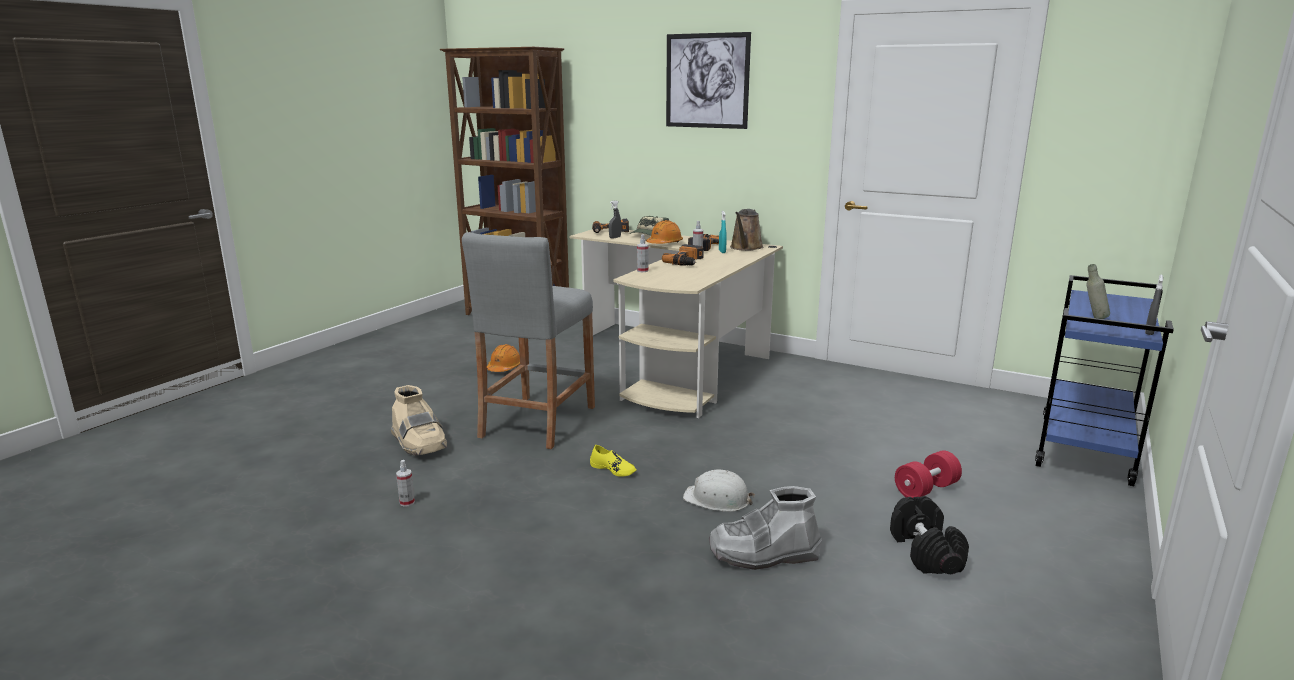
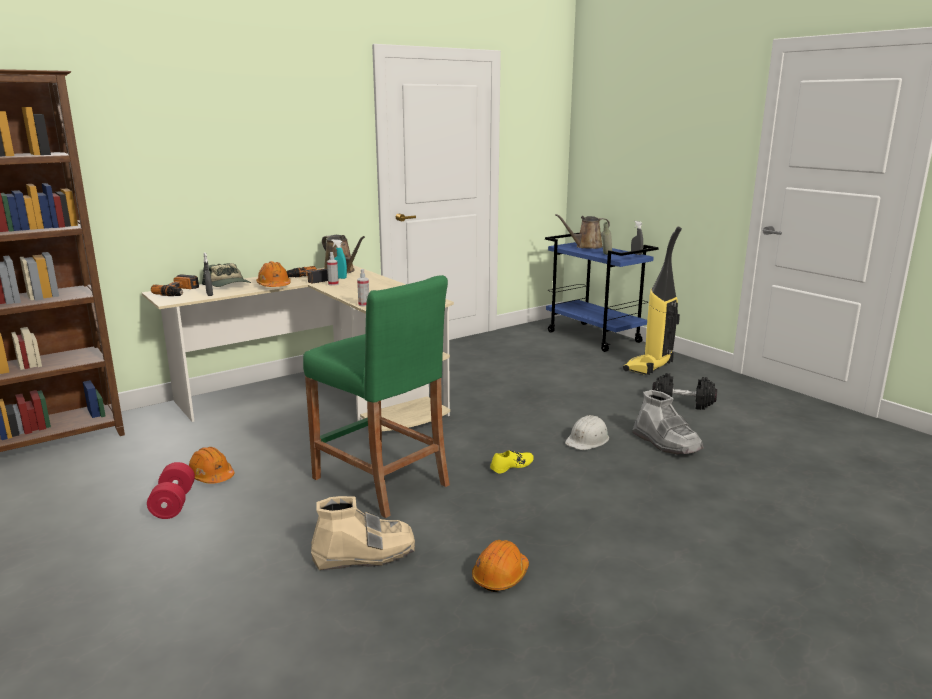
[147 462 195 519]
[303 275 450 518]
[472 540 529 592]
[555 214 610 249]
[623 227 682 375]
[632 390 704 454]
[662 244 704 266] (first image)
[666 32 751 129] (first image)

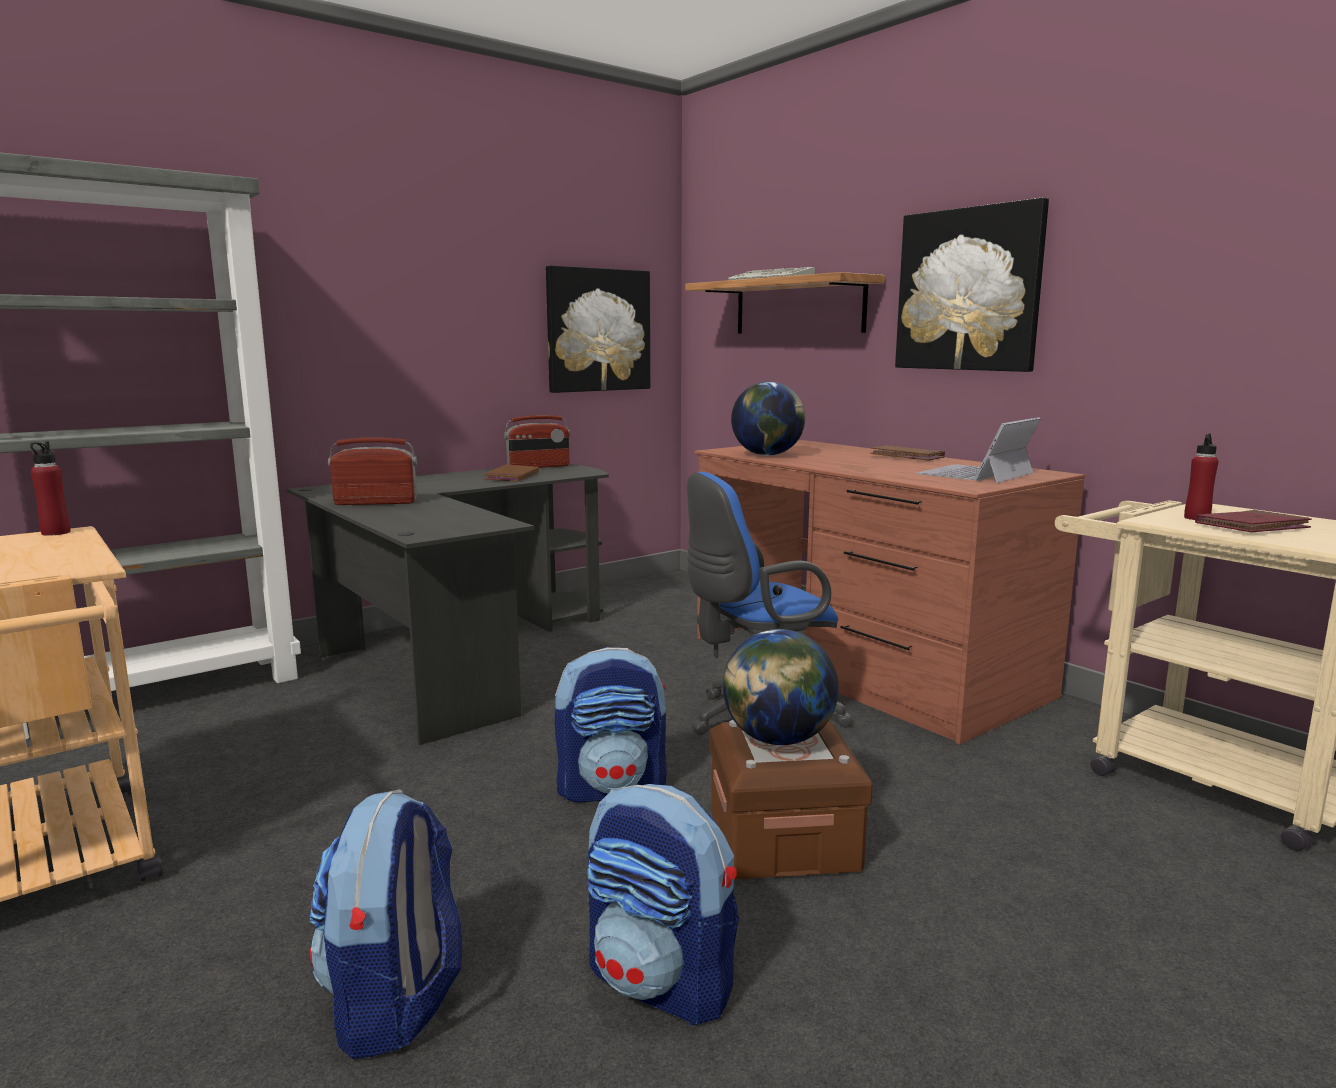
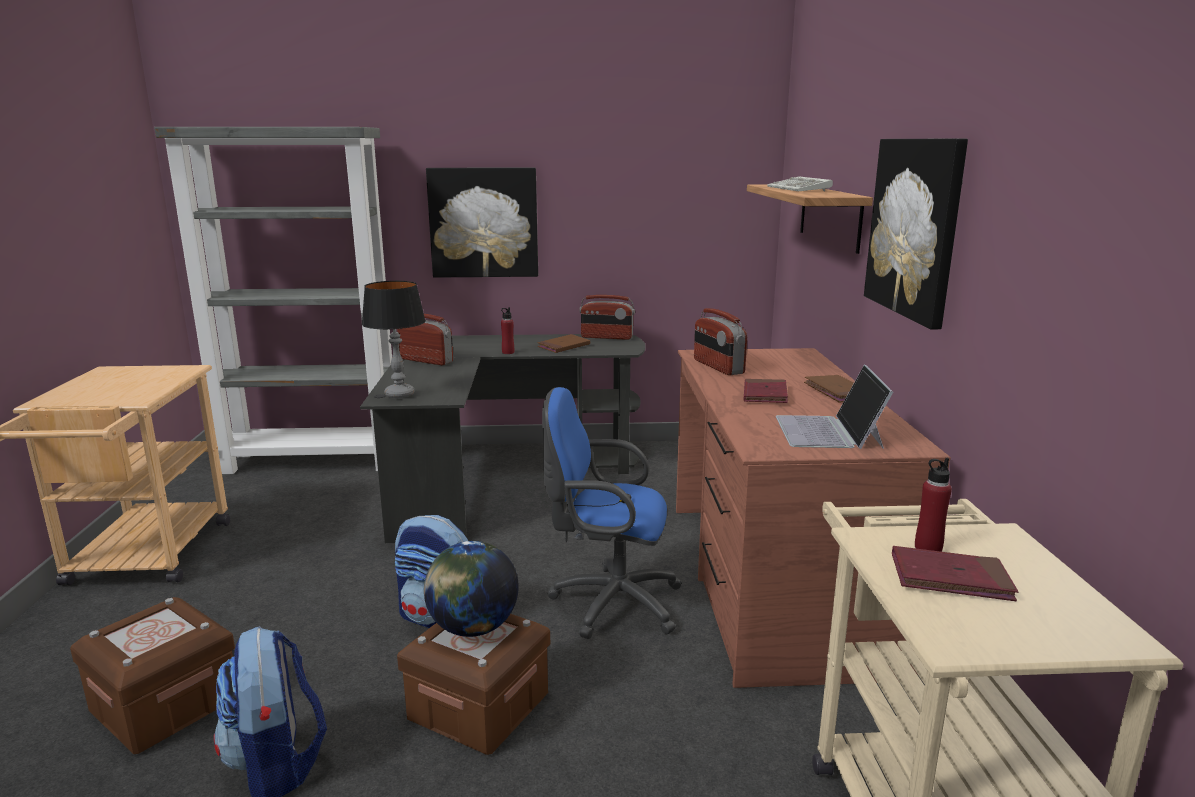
[70 597 235 754]
[362 281 426 398]
[426 168 538 278]
[501 307 514 354]
[694 308 747 375]
[744 379 788 403]
[776 364 893 449]

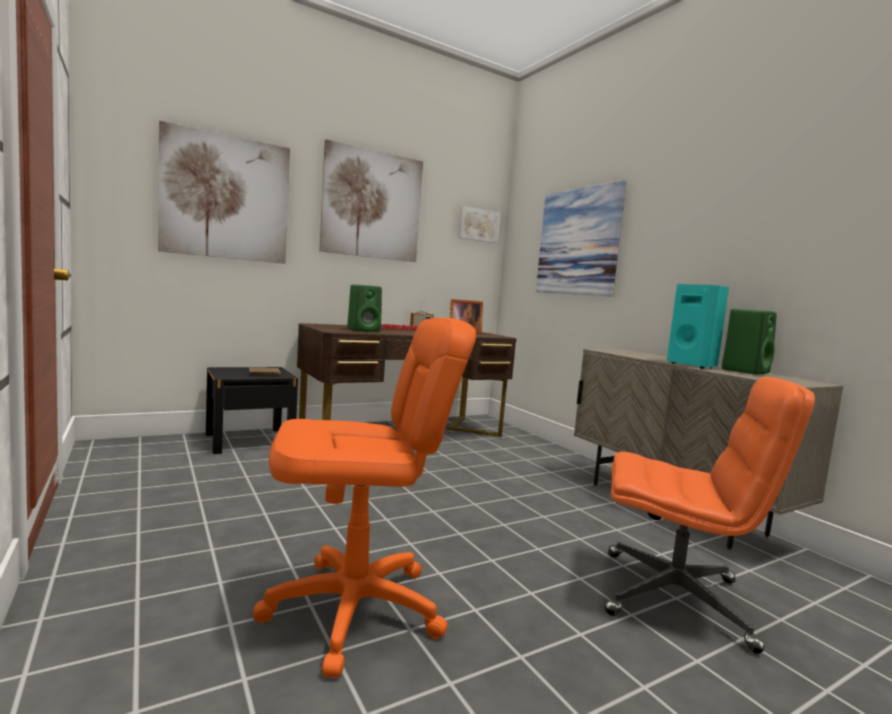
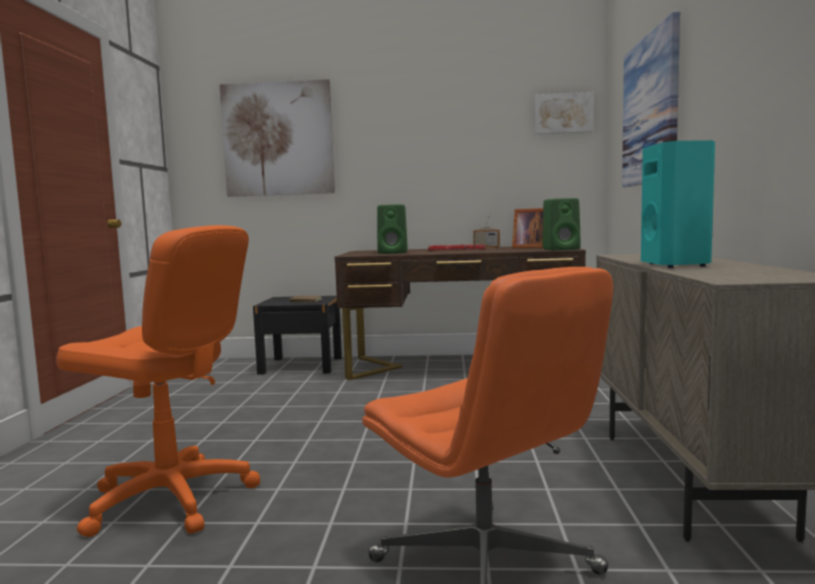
[542 198 581 250]
[319 139 423 262] (first image)

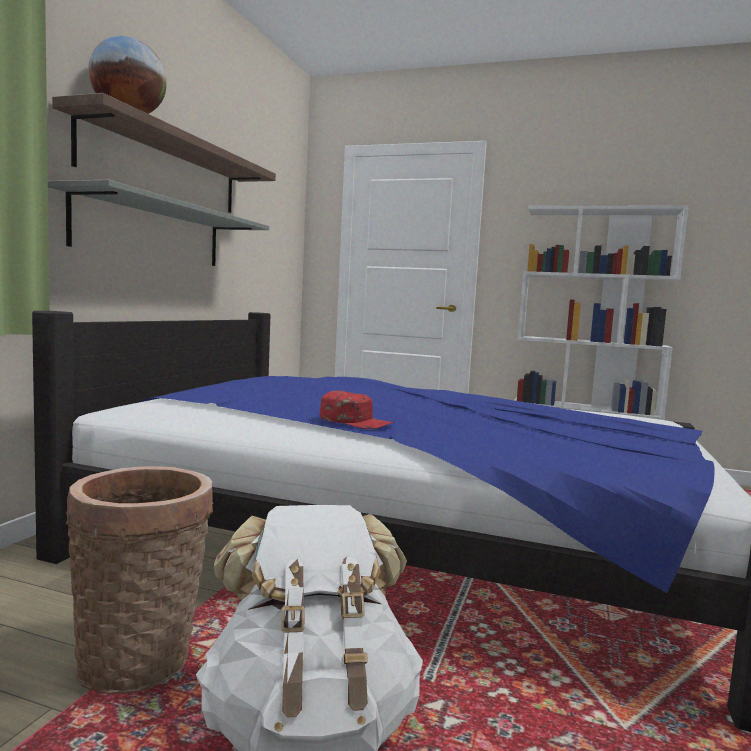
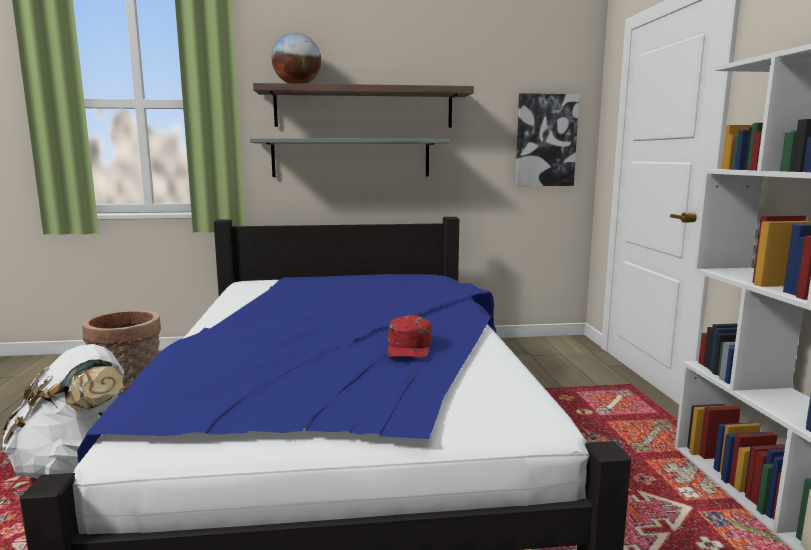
[387 315 432 358]
[515 93 579 186]

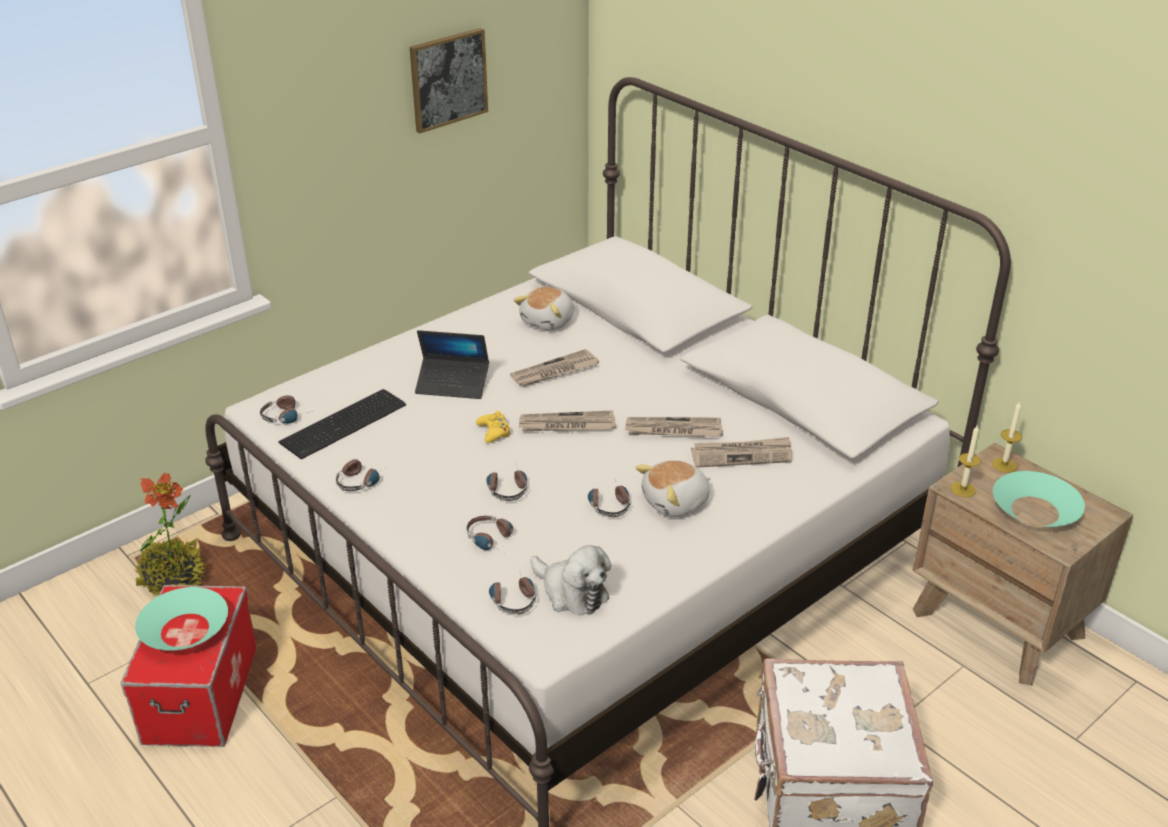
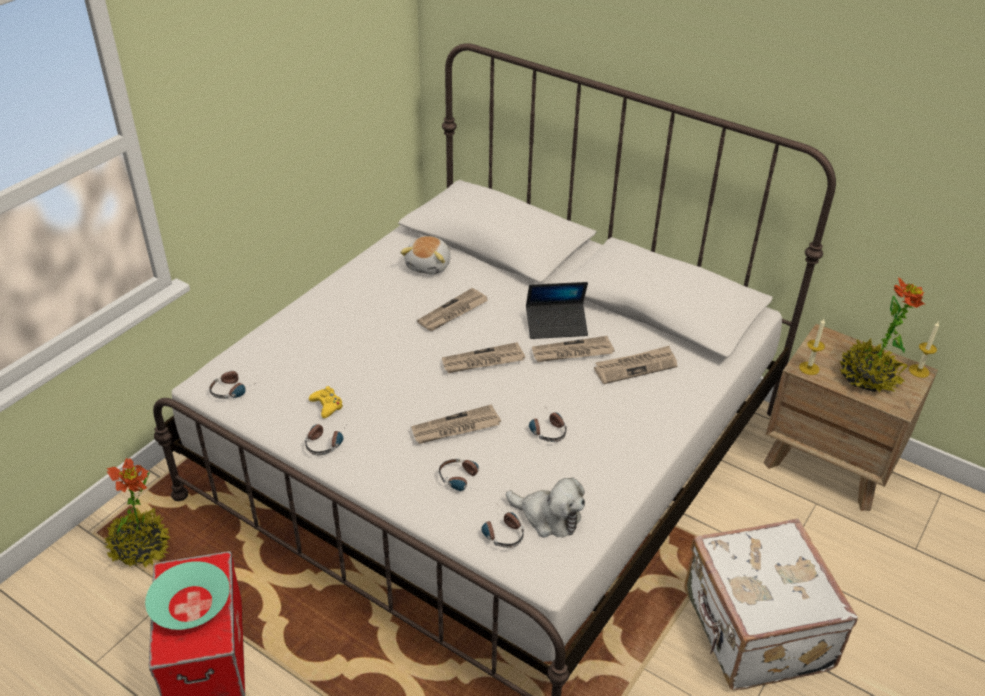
[309 386 343 418]
[411 404 501 444]
[526 282 588 339]
[839 277 925 392]
[909 322 939 378]
[278 389 406 460] (first image)
[410 28 488 133] (first image)
[635 460 711 517] (first image)

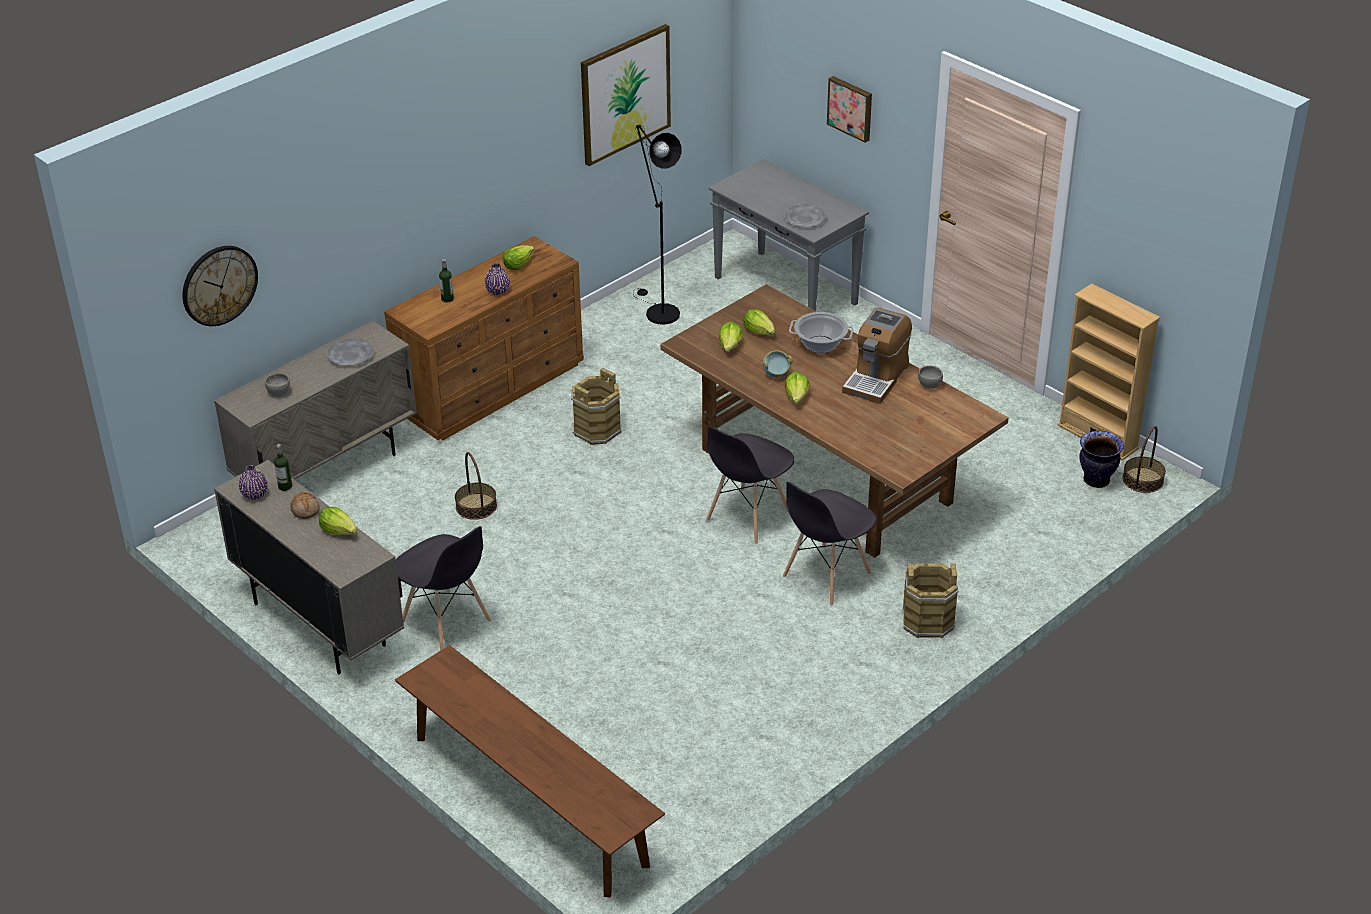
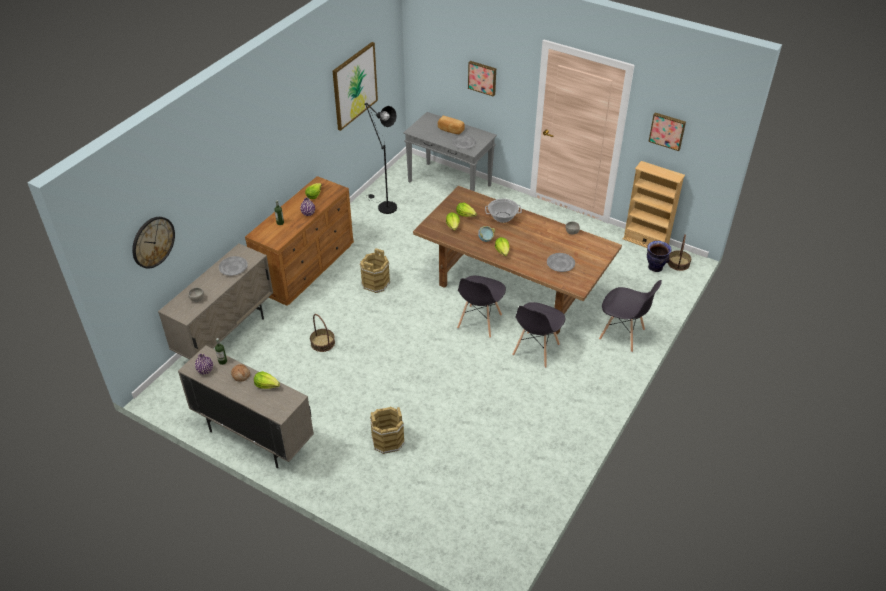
[370 406 405 454]
[438 116 465 134]
[547 253 575 272]
[599 280 662 352]
[648 113 686 151]
[395 645 665 897] (first image)
[842 307 912 404] (first image)

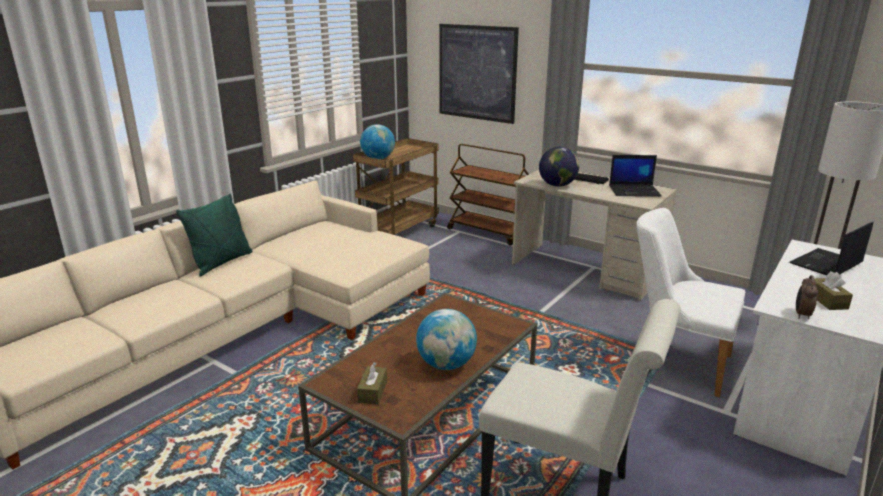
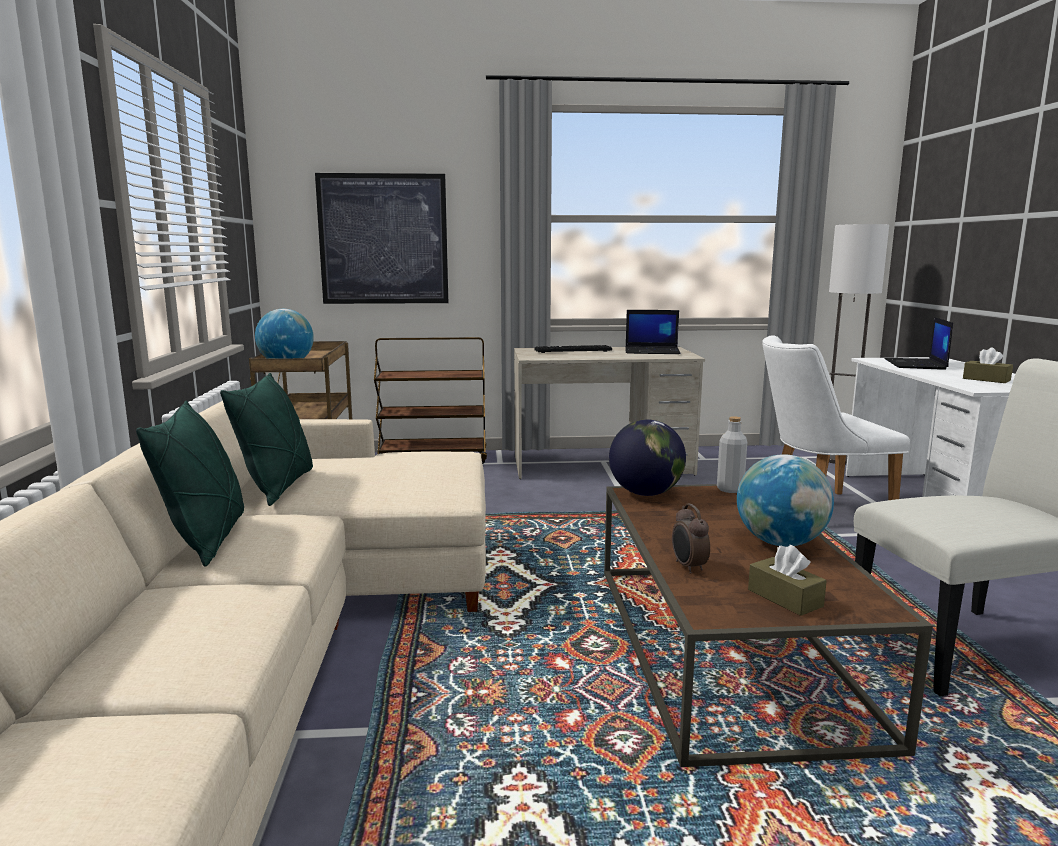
[220 373 313 506]
[609 420 686 496]
[625 310 680 354]
[672 504 710 574]
[717 416 747 493]

